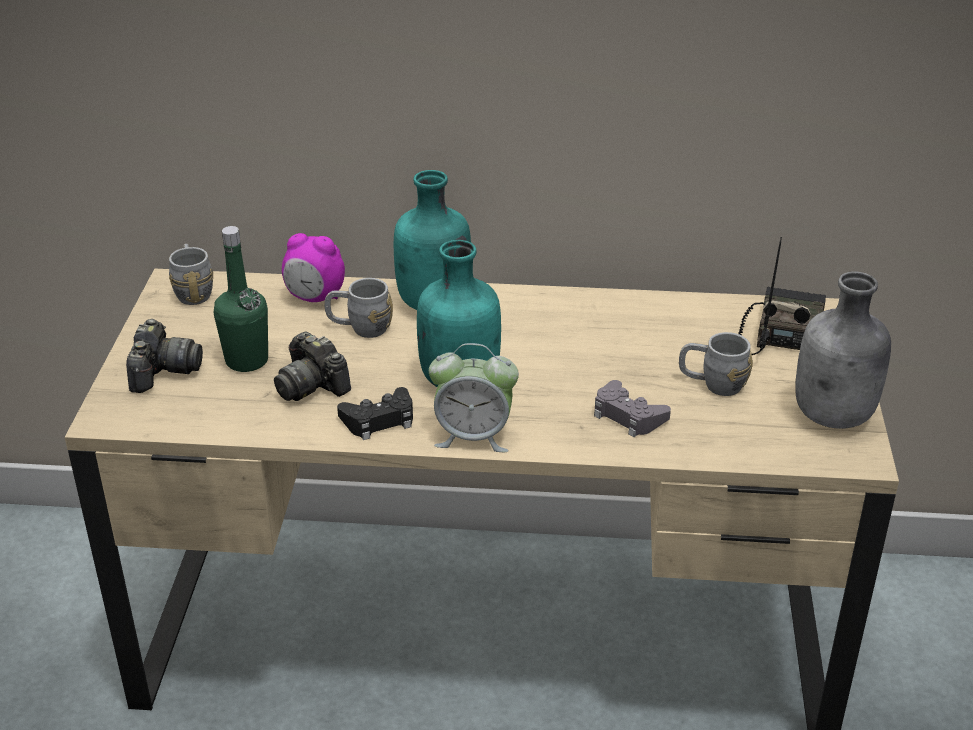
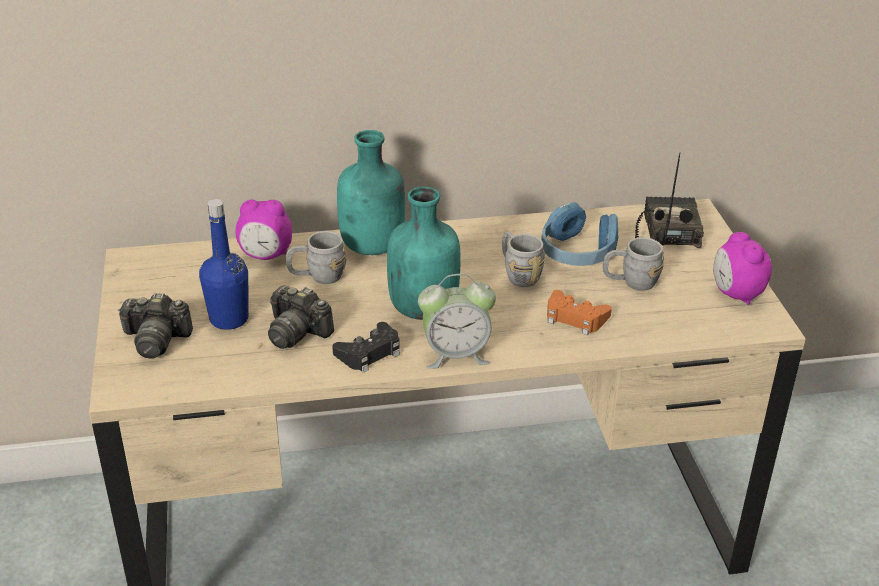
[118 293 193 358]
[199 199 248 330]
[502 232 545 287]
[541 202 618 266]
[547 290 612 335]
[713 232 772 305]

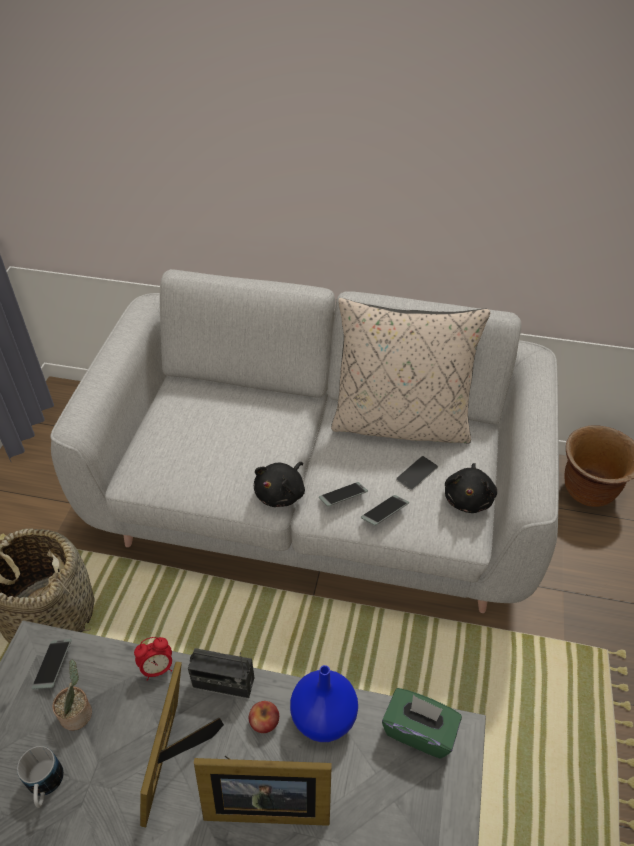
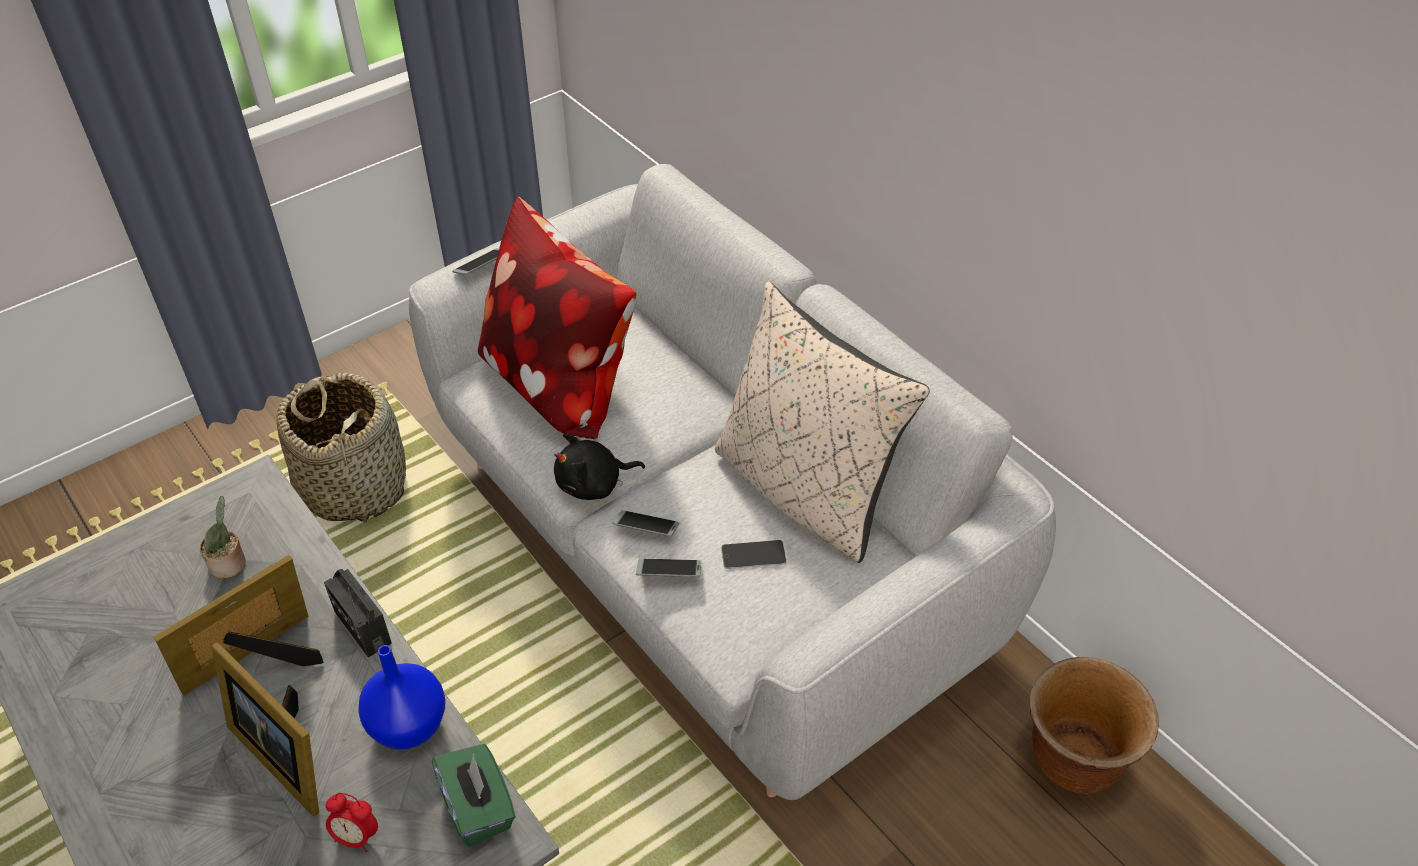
[326 793 378 852]
[452 248 499 275]
[478 197 637 439]
[17 746 64 808] (first image)
[249 701 279 733] (first image)
[445 463 497 513] (first image)

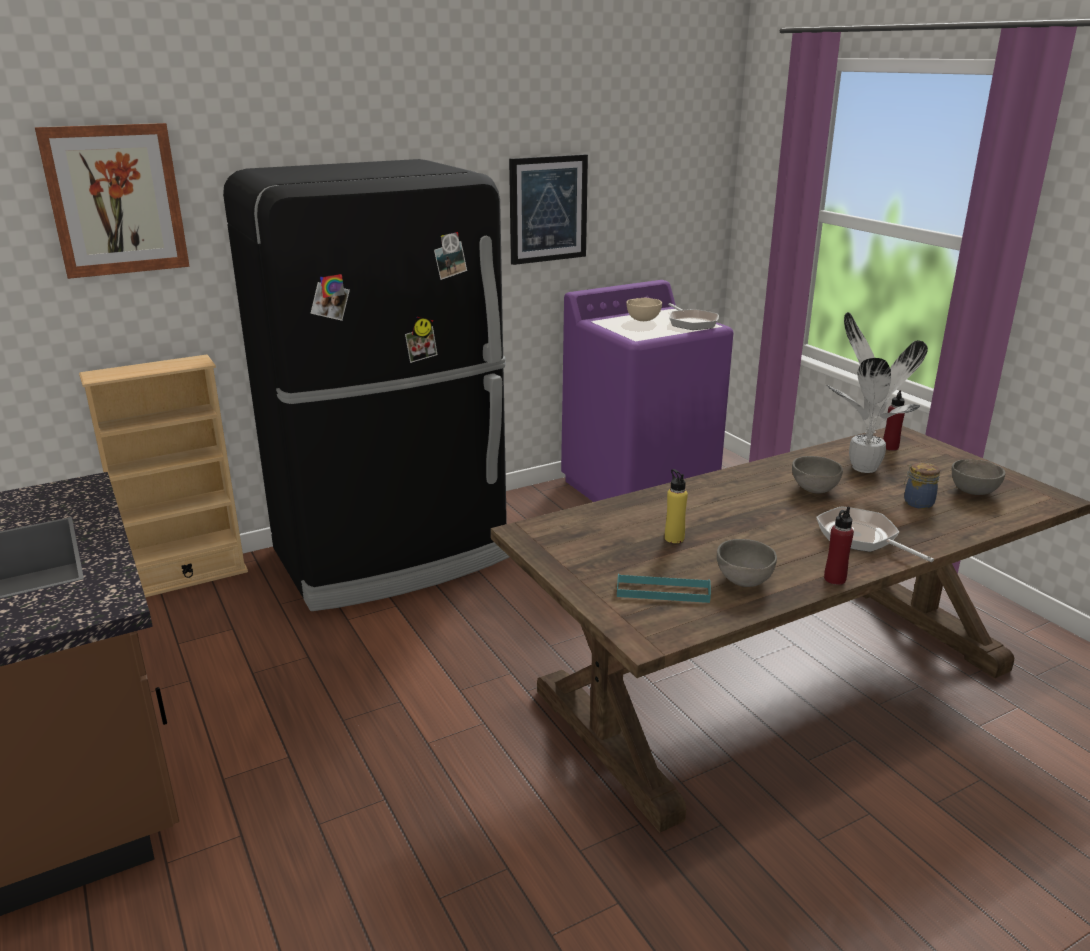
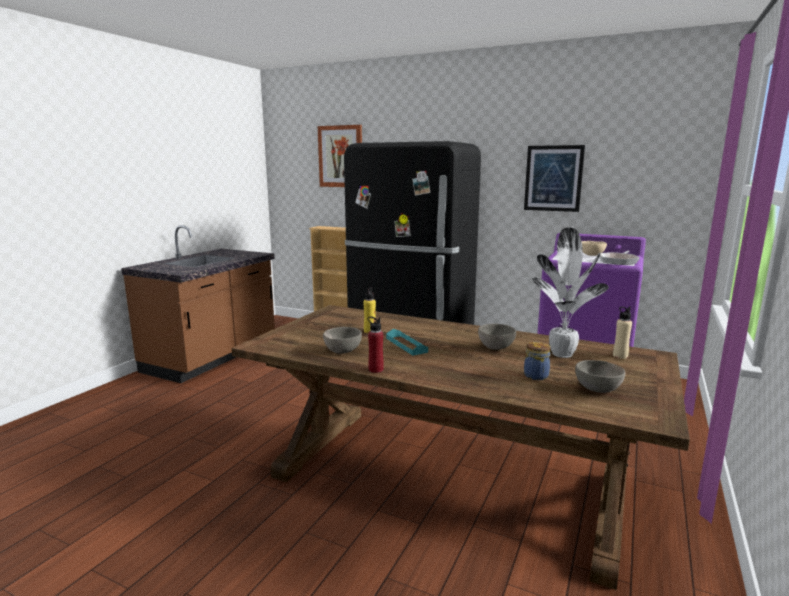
[386 329 428 355]
[613 306 632 359]
[816 506 934 562] (first image)

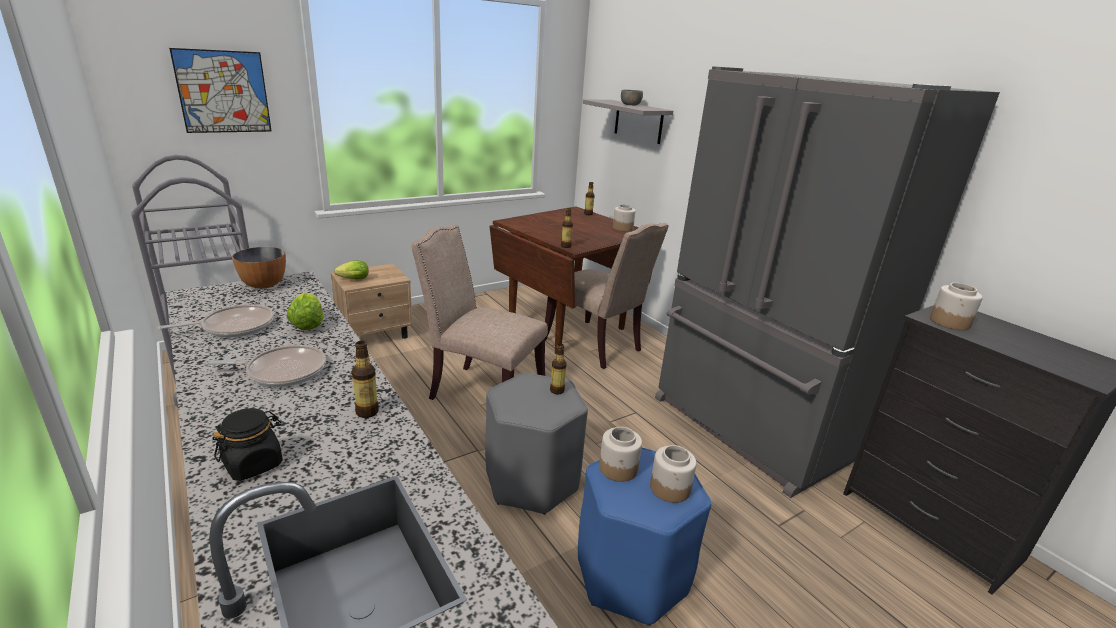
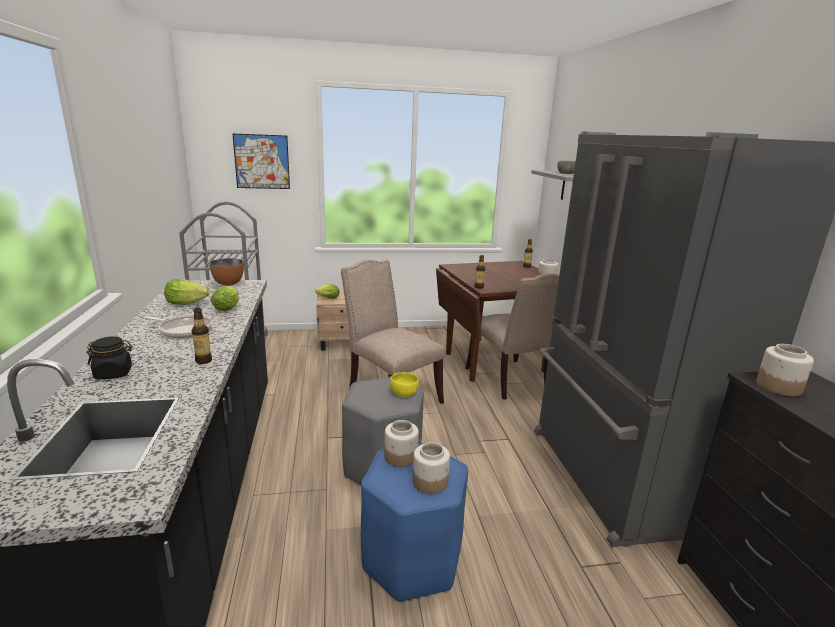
[164 279 209 305]
[390 372 419 397]

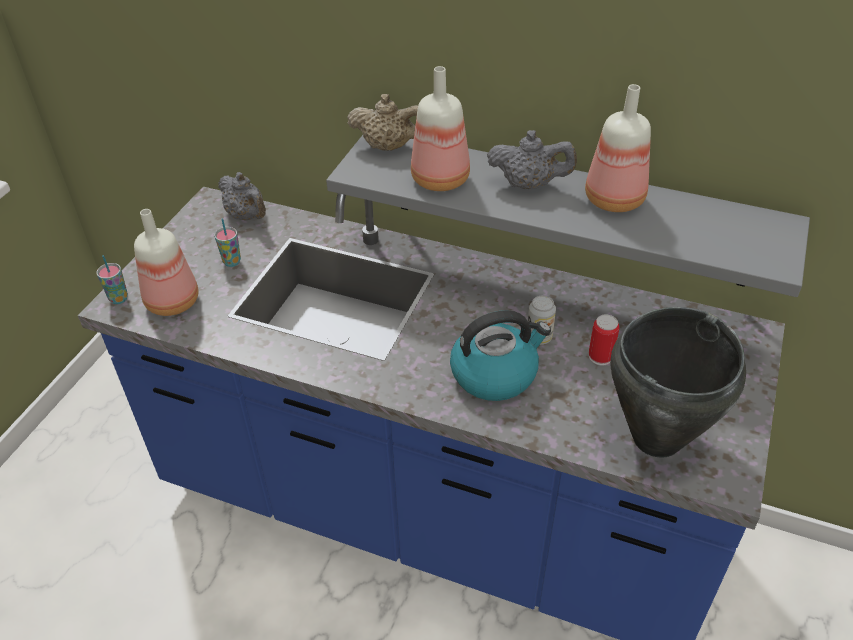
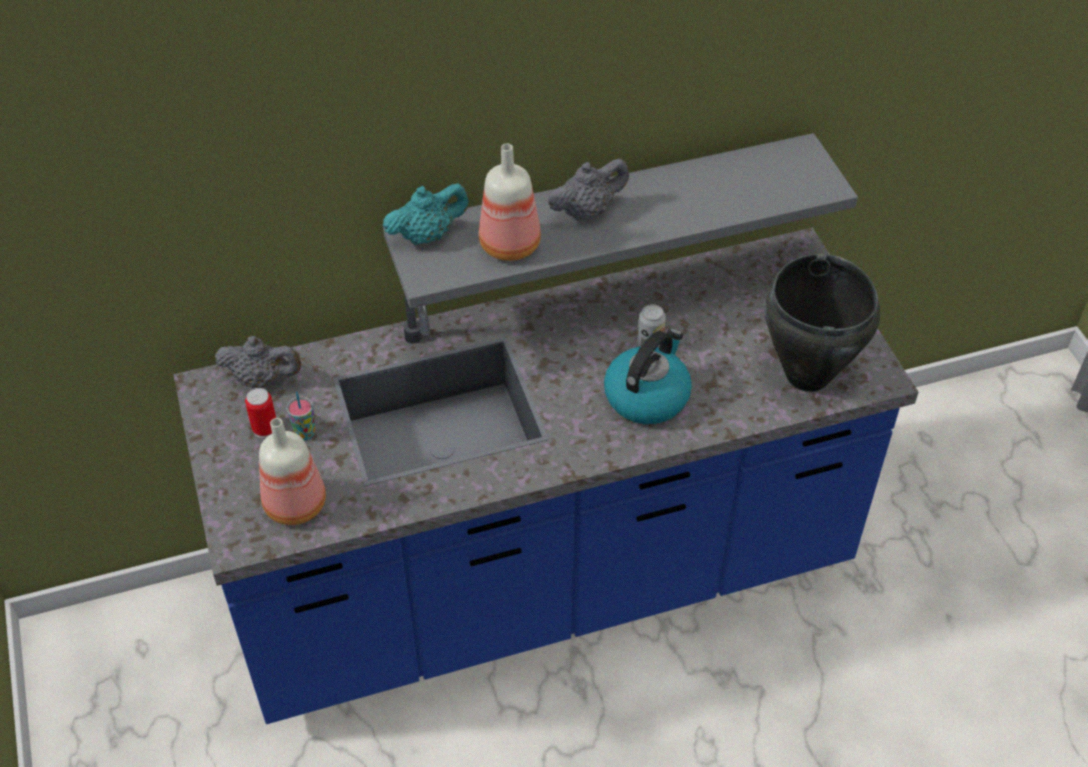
[245 388 276 438]
[383 183 469 245]
[96 255 128 304] (first image)
[585 84 651 212] (first image)

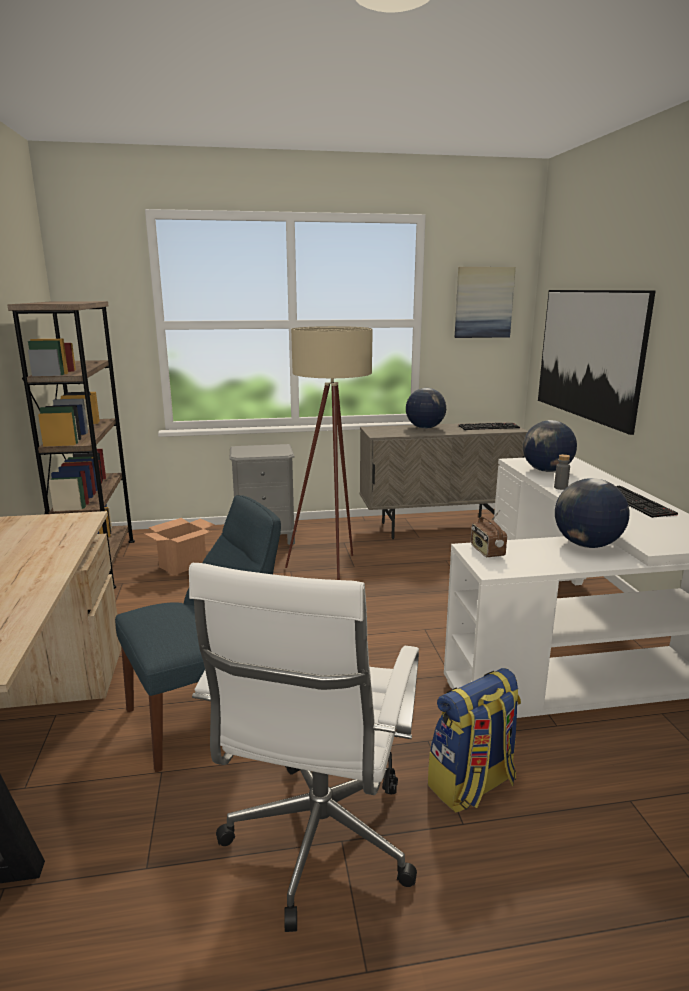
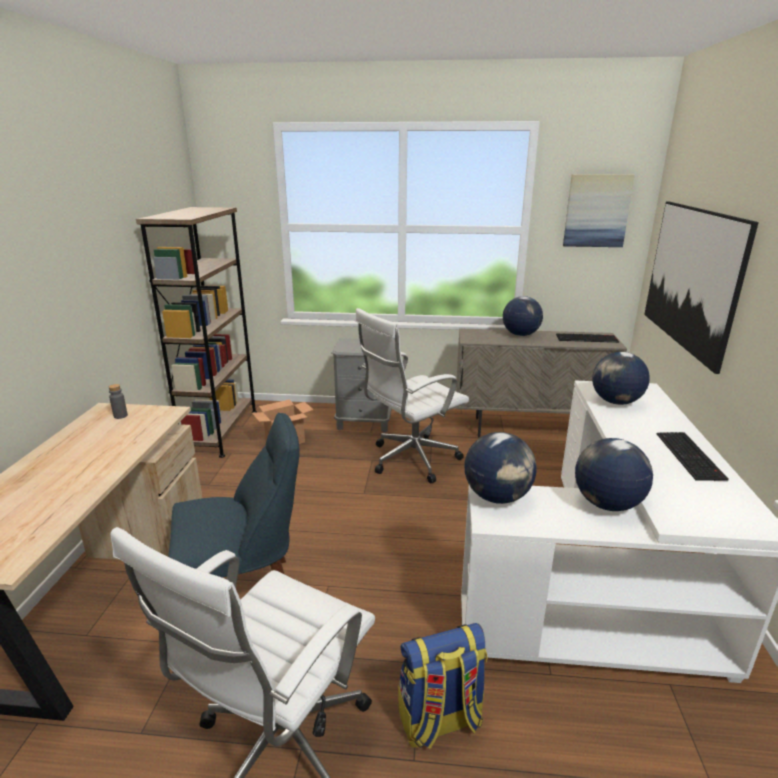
[109 384 128 419]
[355 308 469 483]
[464 432 537 504]

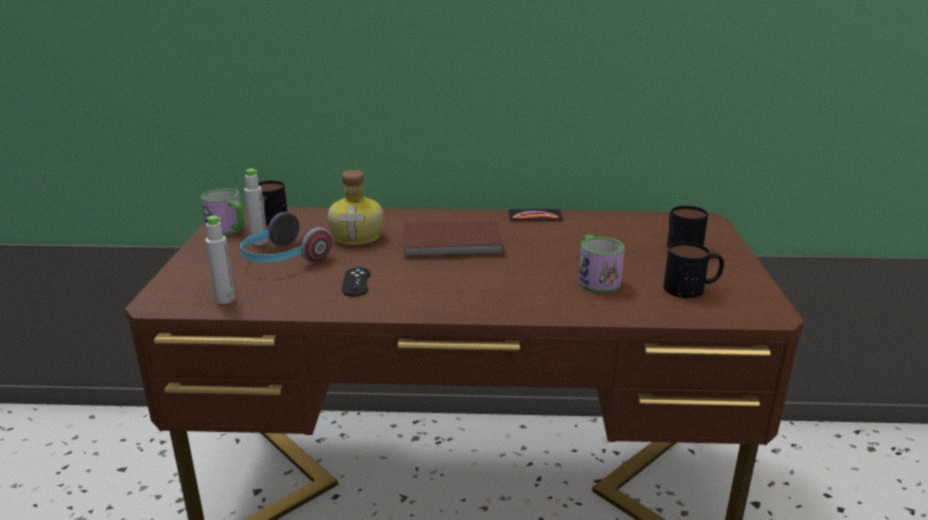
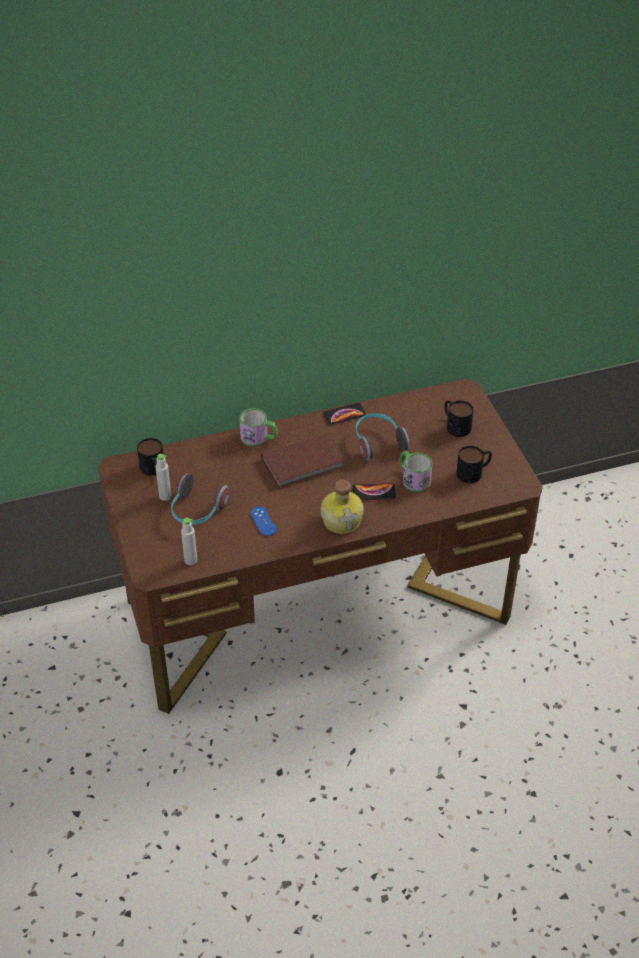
[239 408 277 446]
[250 507 277 536]
[321 480 364 534]
[352 484 396 500]
[356 413 409 460]

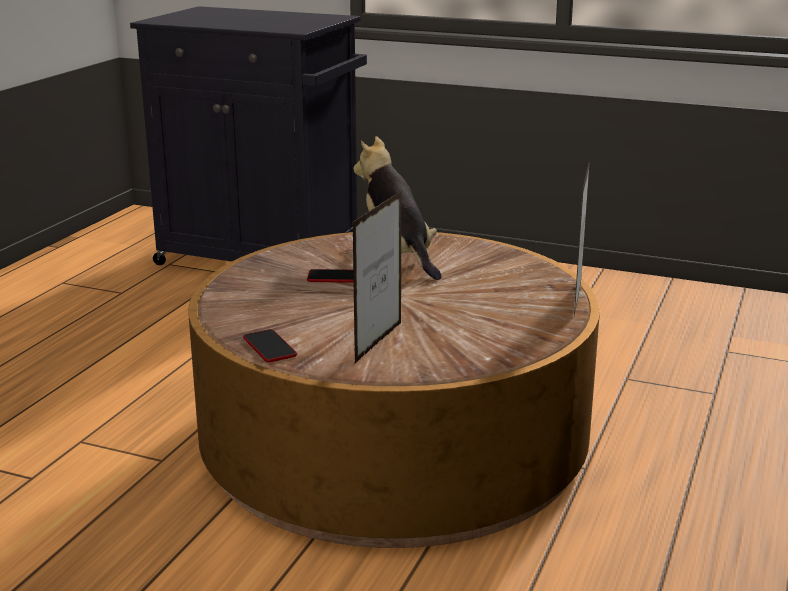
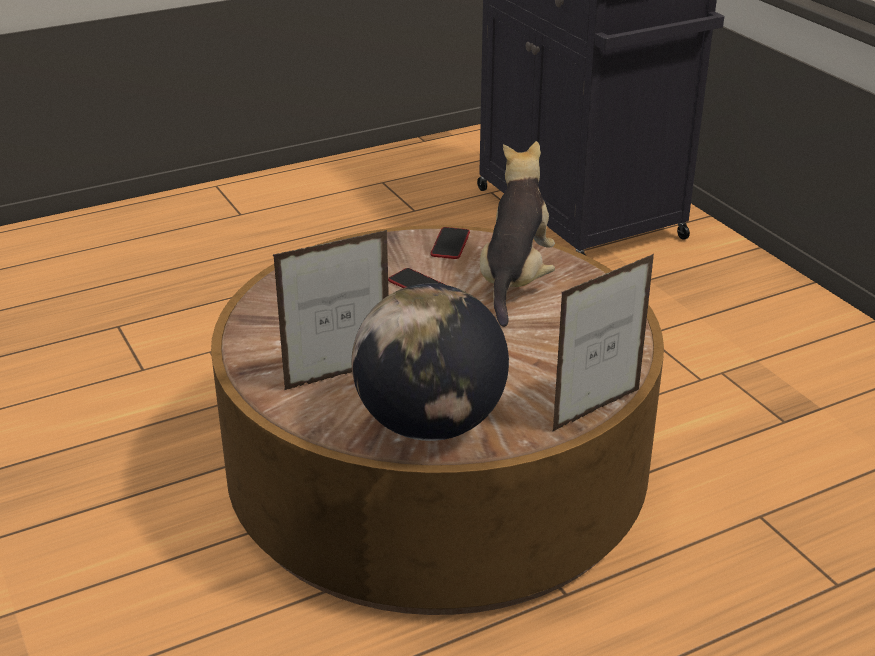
[351 283 509 441]
[430 227 470 259]

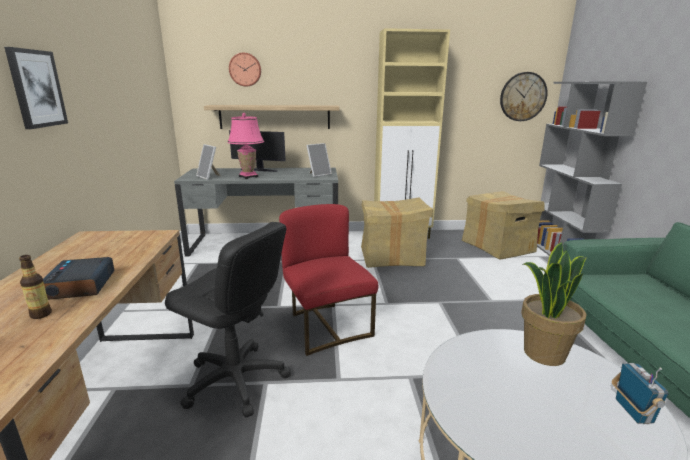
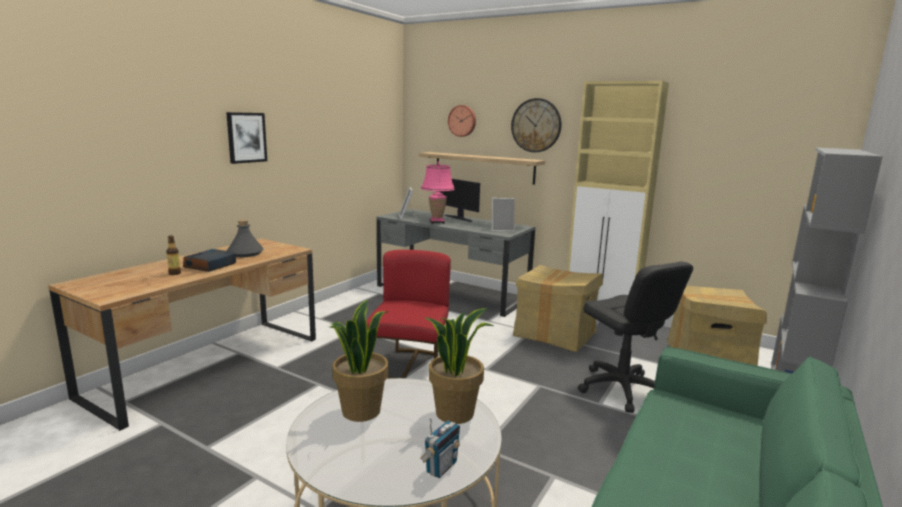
[227 220 263 257]
[330 300 388 422]
[511 98 562 152]
[578 261 693 413]

